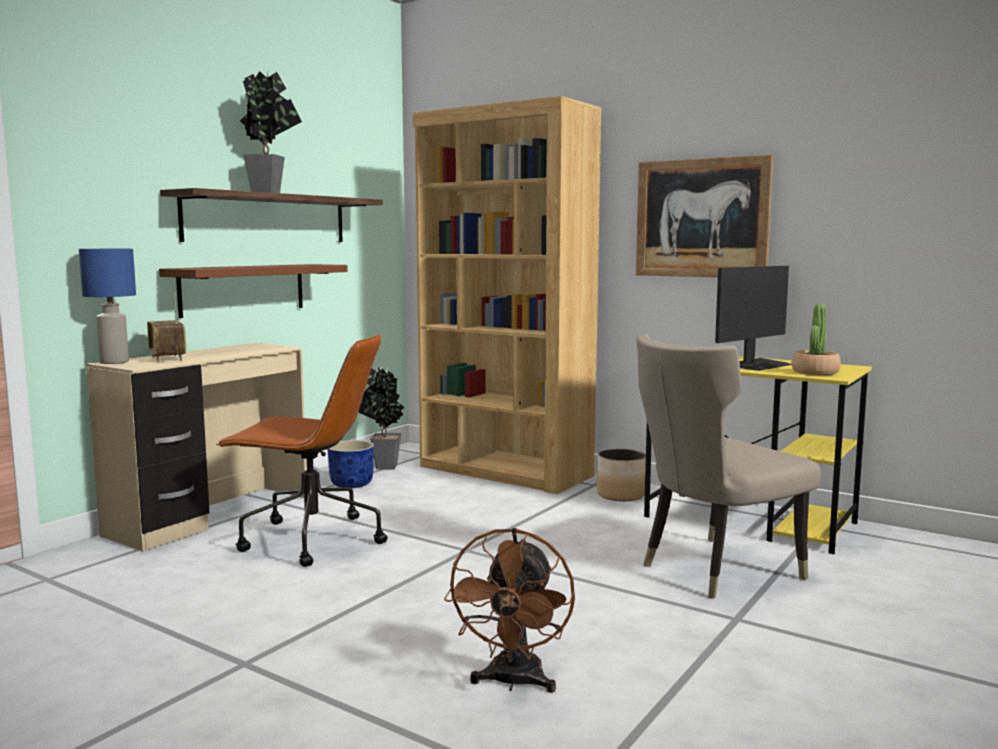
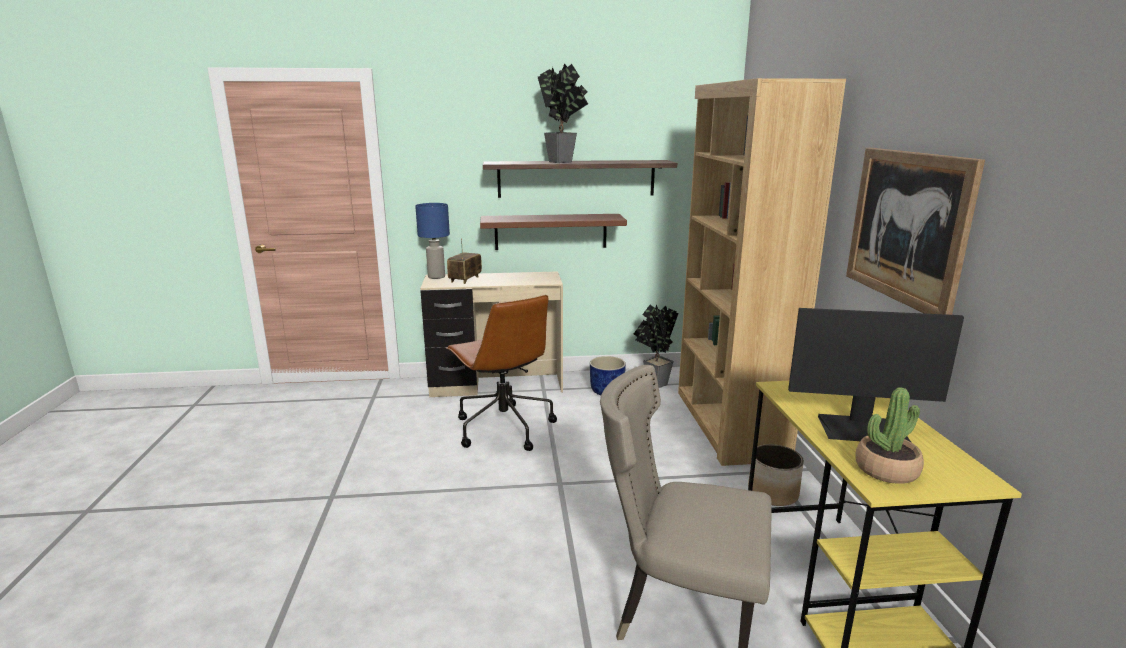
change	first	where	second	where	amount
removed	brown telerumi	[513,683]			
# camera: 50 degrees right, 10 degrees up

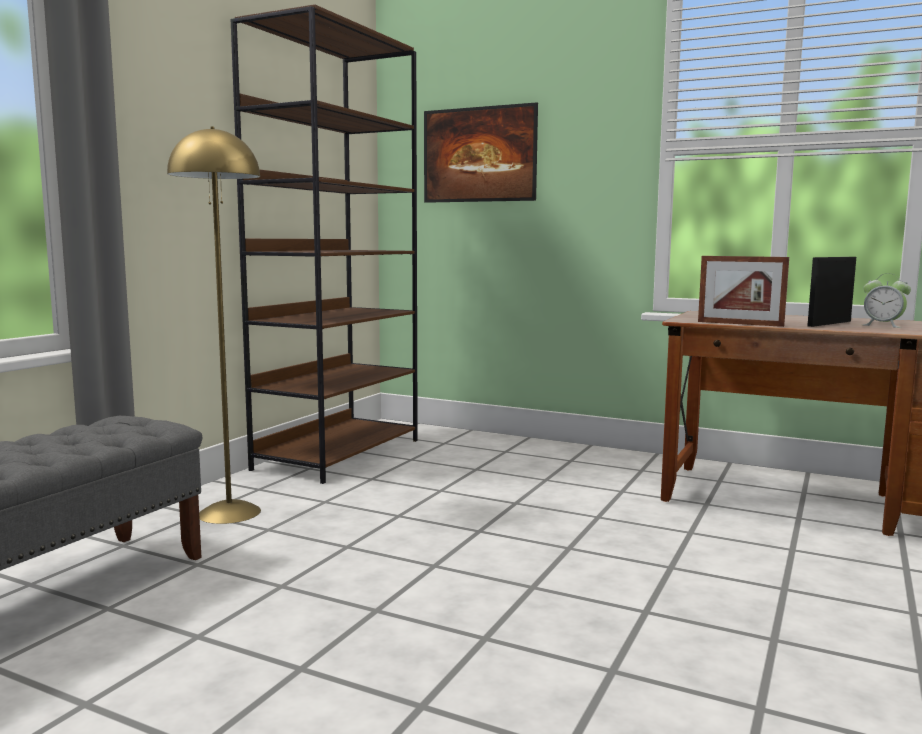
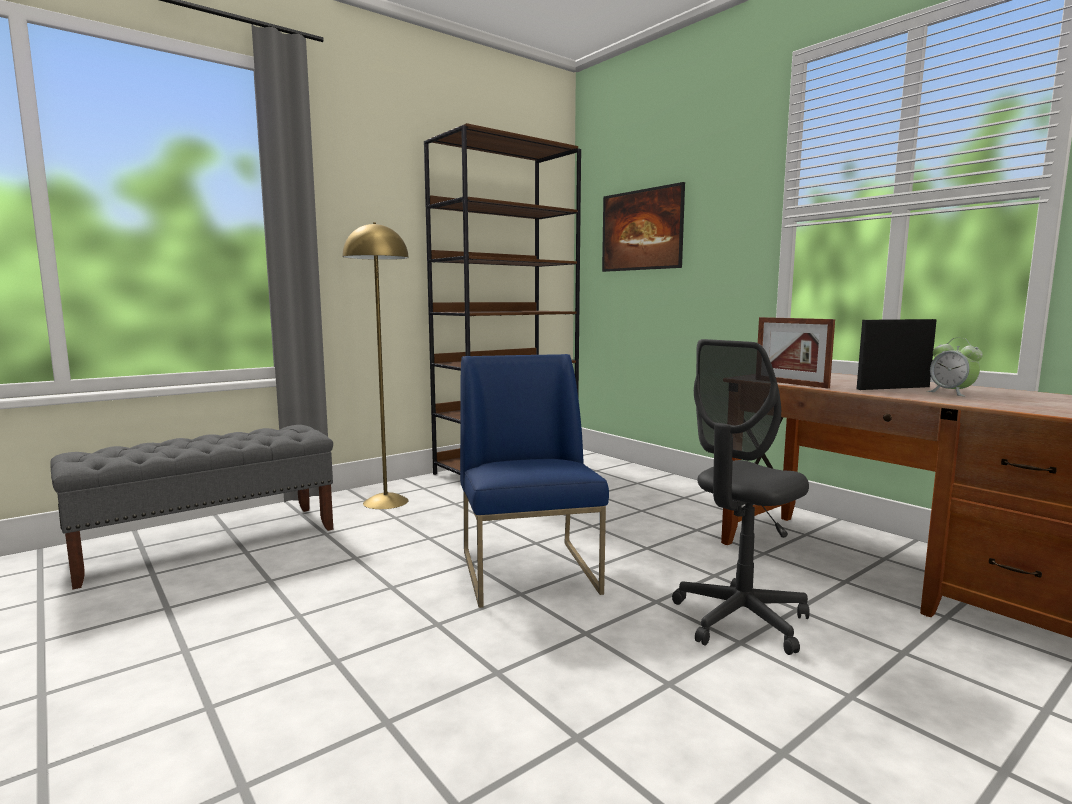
change	first	where	second	where	amount
added			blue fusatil	[530,572]	
added			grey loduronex	[740,620]	
# camera: 25 degrees right, 0 degrees up

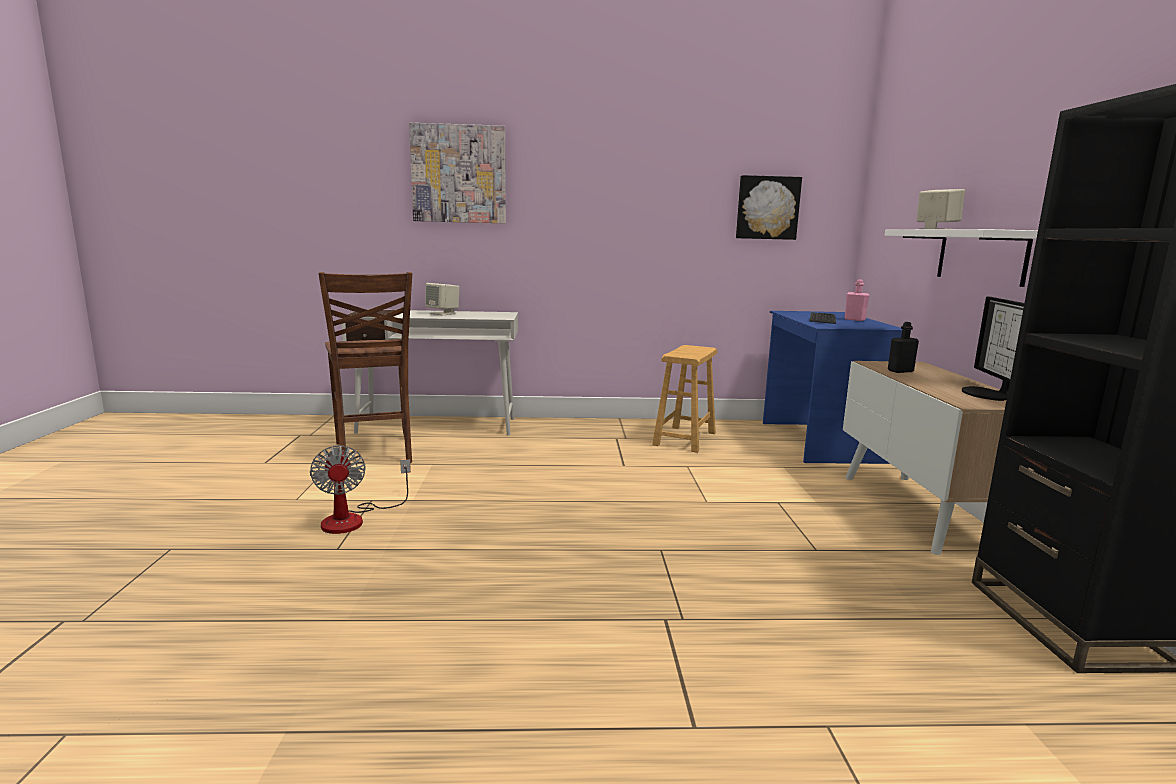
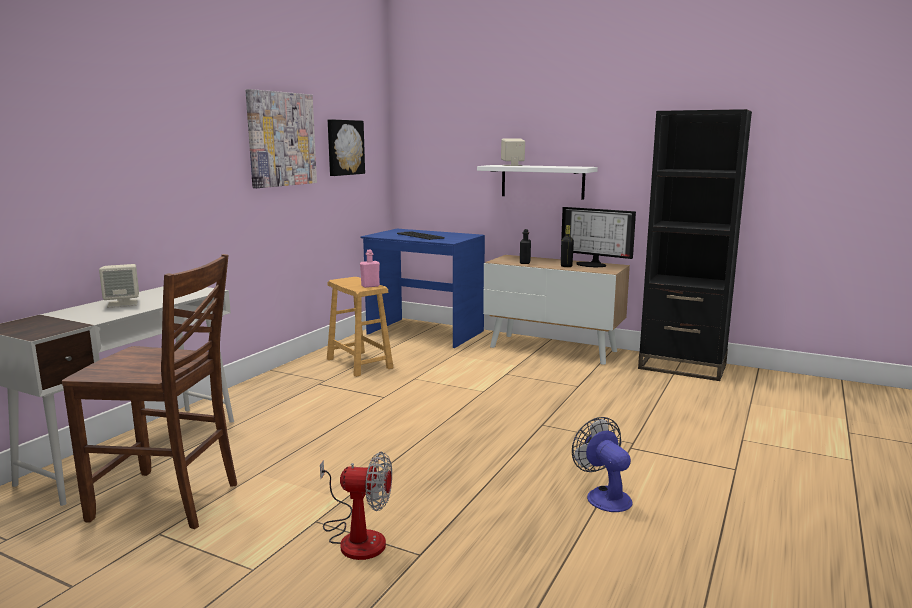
change	first	where	second	where	amount
moved	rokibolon	[459,174]		[281,139]	
moved	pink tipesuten	[854,319]		[370,286]	
added			black tipesuten	[566,266]	
added			telerumi	[604,496]	
# camera: 60 degrees left, 0 degrees up

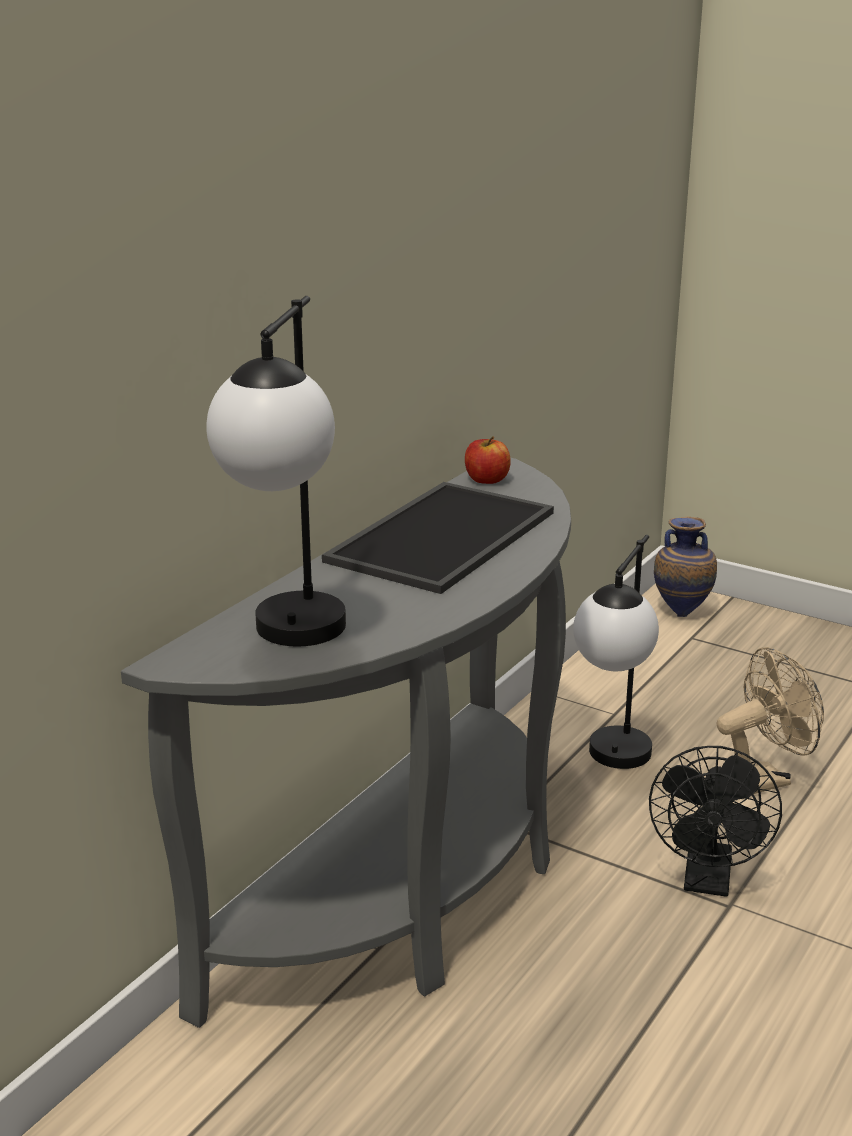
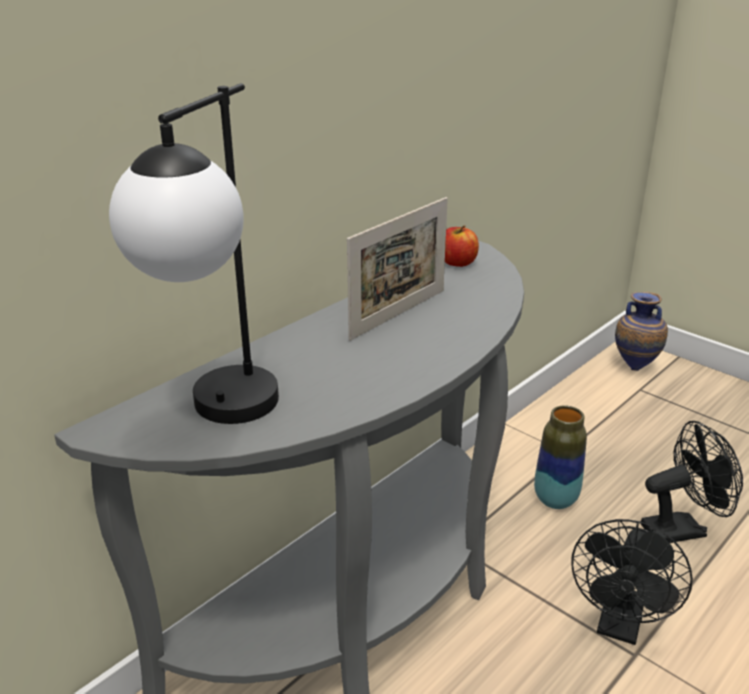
change	first	where	second	where	amount
replaced	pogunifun	[440,535]	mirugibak	[398,314]	
replaced	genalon	[612,765]	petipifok	[555,500]	
recoloured	beige telerumi	[761,780]	black telerumi	[681,529]	
# camera: 10 degrees right, 5 degrees up

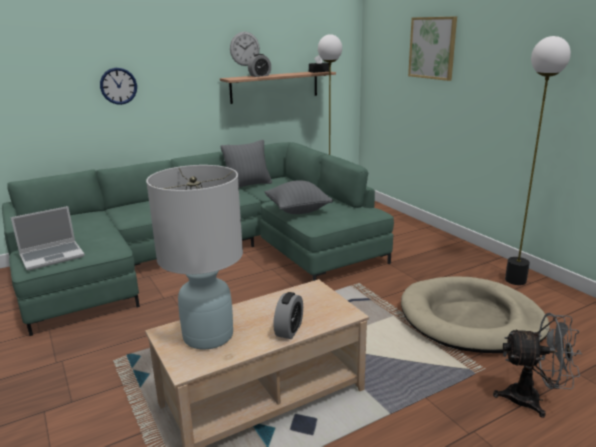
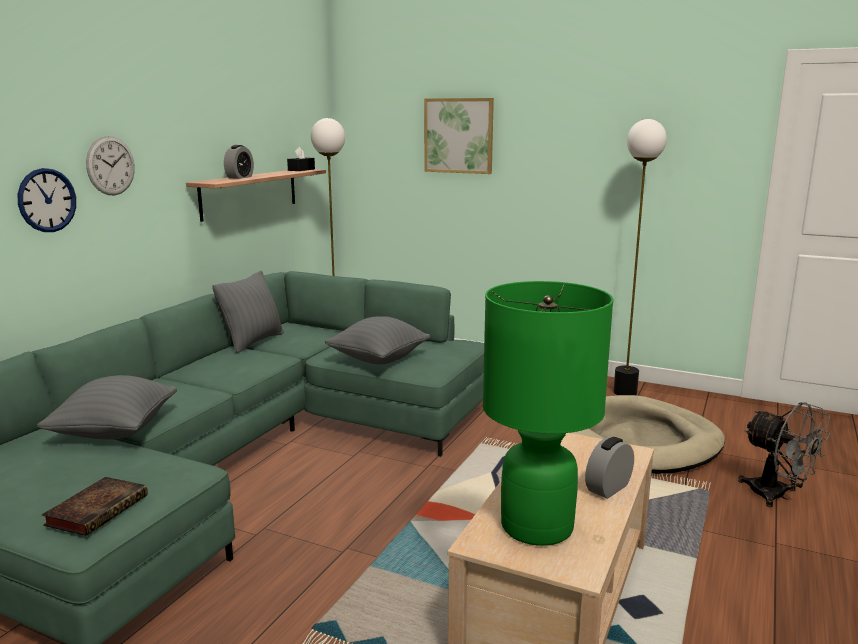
change	first	where	second	where	amount
added			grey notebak	[115,432]	
replaced	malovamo	[53,256]	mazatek	[98,509]	
moved	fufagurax	[244,48]		[110,166]	
recoloured	white genalon	[207,336]	green genalon	[536,527]	
turned	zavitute	[289,330]		[608,488]	120 degrees counterclockwise
turned	grey telerumi	[532,399]		[777,496]	75 degrees clockwise
# camera: 35 degrees left, 5 degrees down

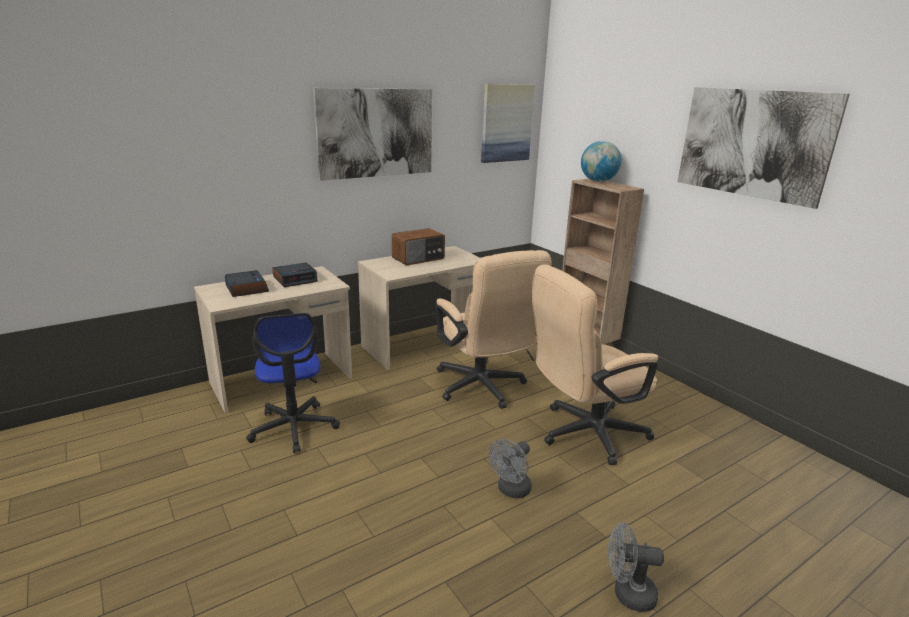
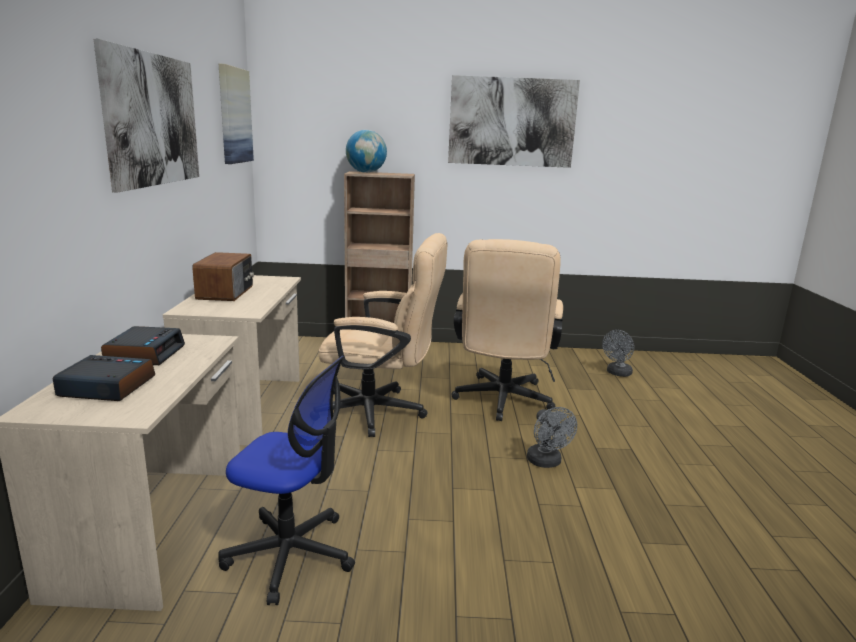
change	first	where	second	where	amount
moved	grey telerumi	[627,594]		[617,373]	
# camera: 55 degrees left, 5 degrees down

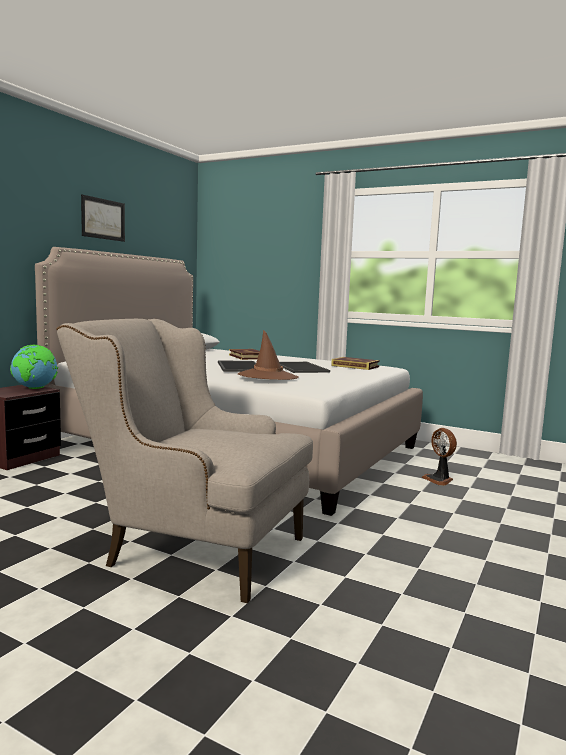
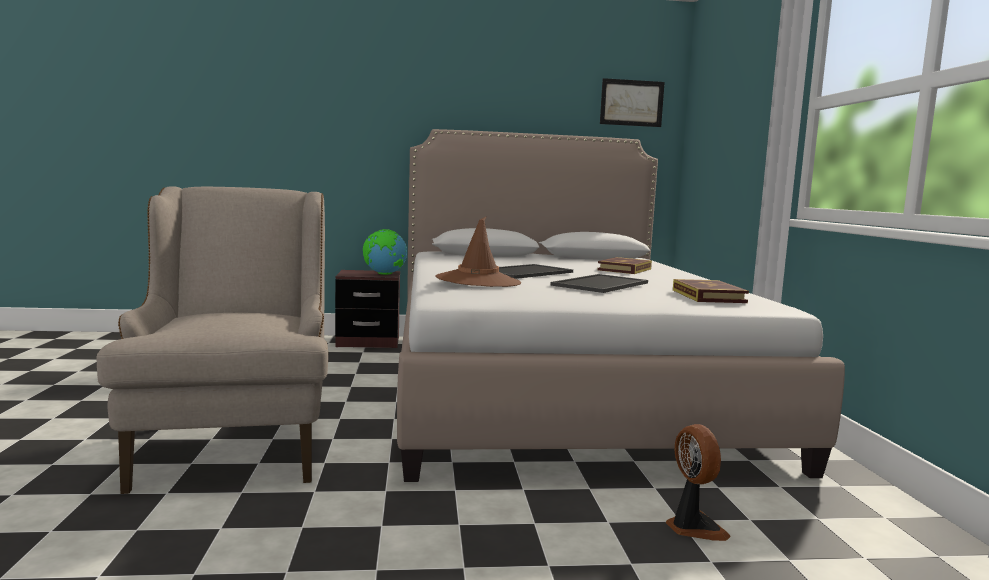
change	first	where	second	where	amount
moved	rokibolon	[103,219]		[631,103]	
turned	telerumi	[439,480]		[693,527]	135 degrees clockwise
# camera: 55 degrees right, 0 degrees up

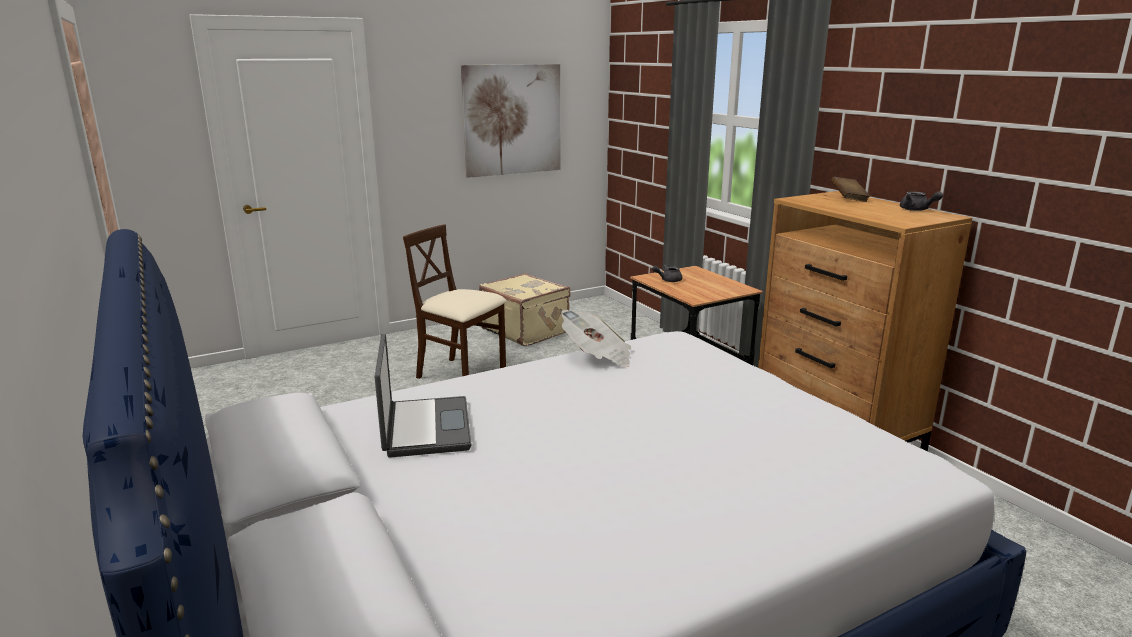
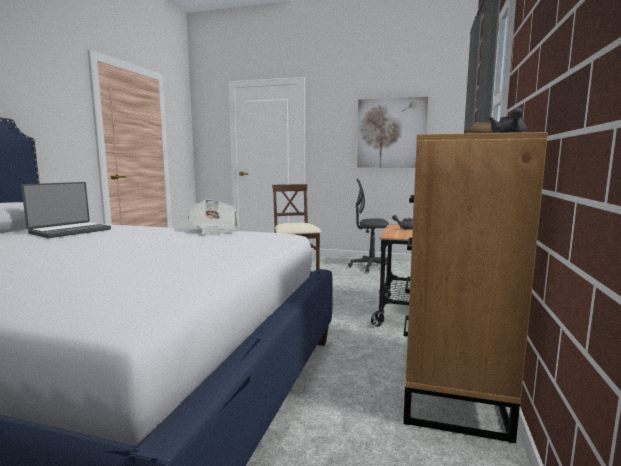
change	first	where	second	where	amount
replaced	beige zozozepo	[525,330]	grey loduronex	[370,267]	
# camera: 45 degrees right, 10 degrees down

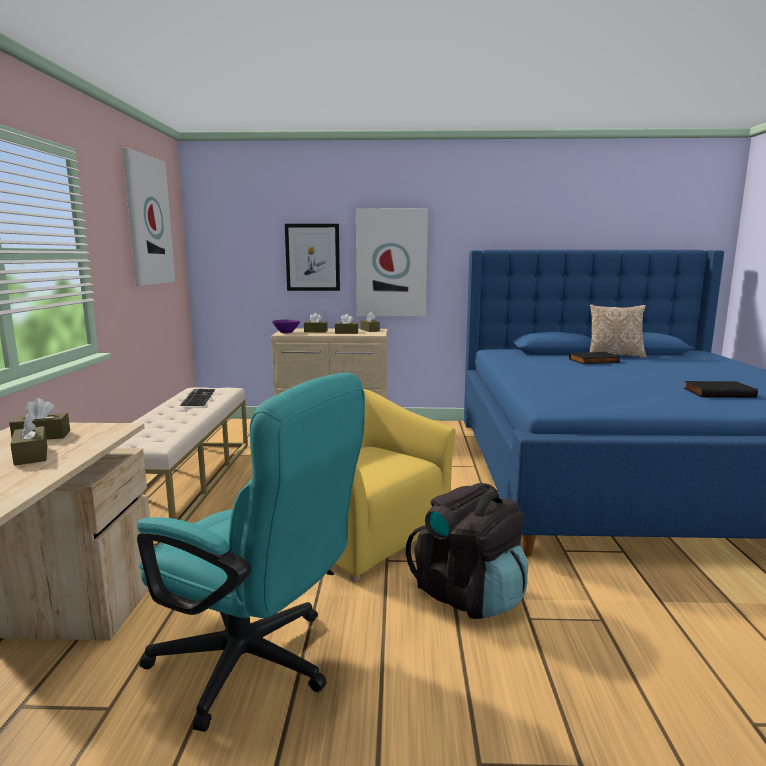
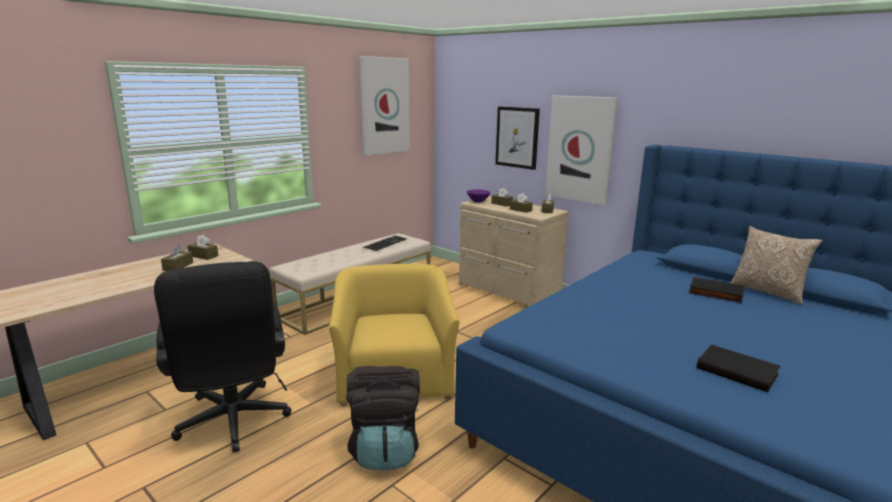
change	first	where	second	where	amount
recoloured	turquoise loduronex	[257,665]	black loduronex	[233,424]	
# camera: 40 degrees right, 5 degrees up

